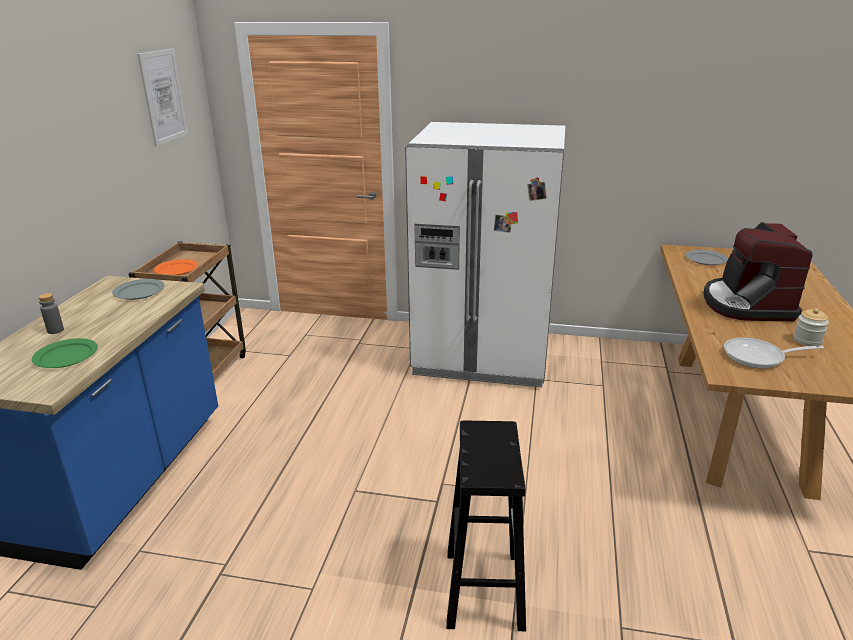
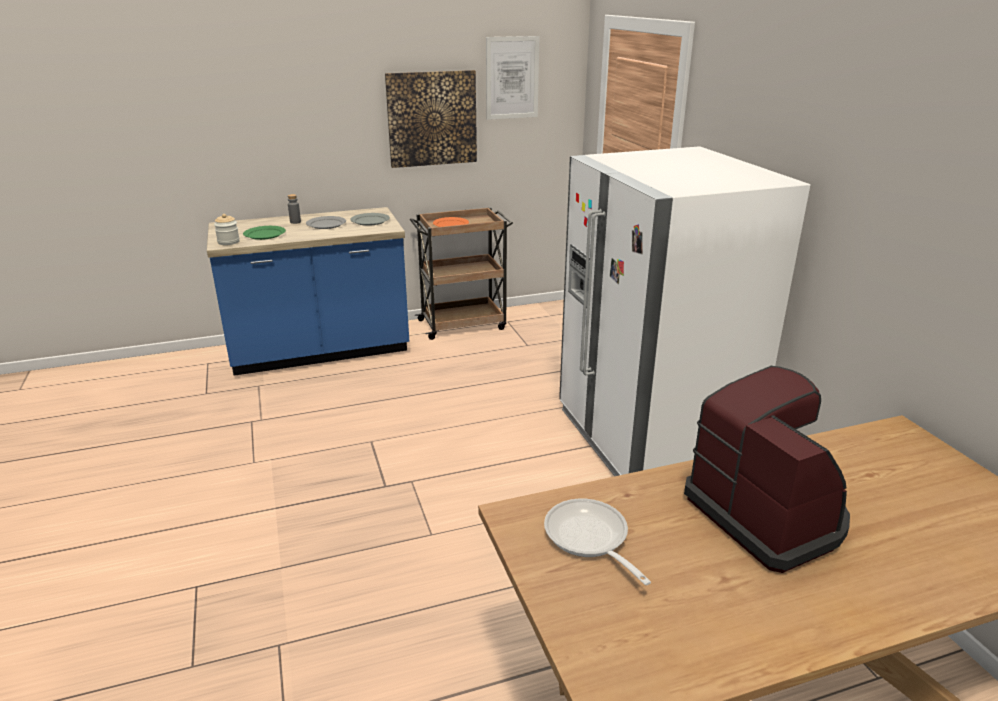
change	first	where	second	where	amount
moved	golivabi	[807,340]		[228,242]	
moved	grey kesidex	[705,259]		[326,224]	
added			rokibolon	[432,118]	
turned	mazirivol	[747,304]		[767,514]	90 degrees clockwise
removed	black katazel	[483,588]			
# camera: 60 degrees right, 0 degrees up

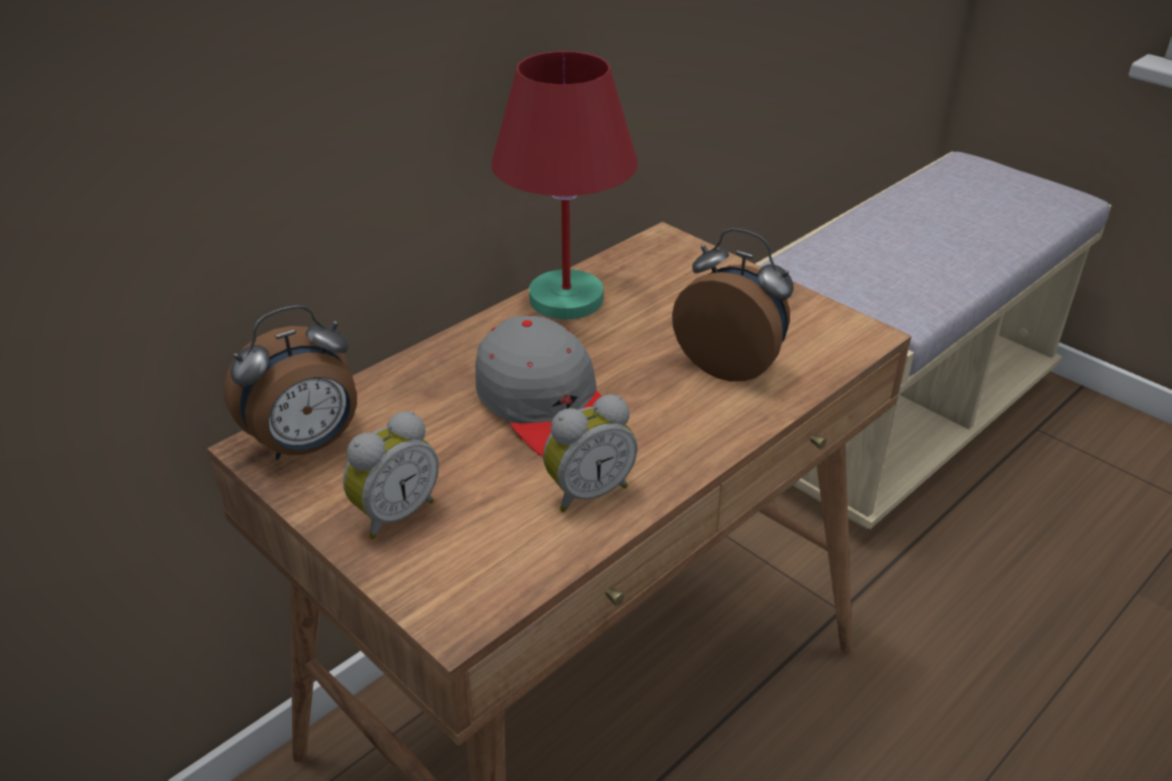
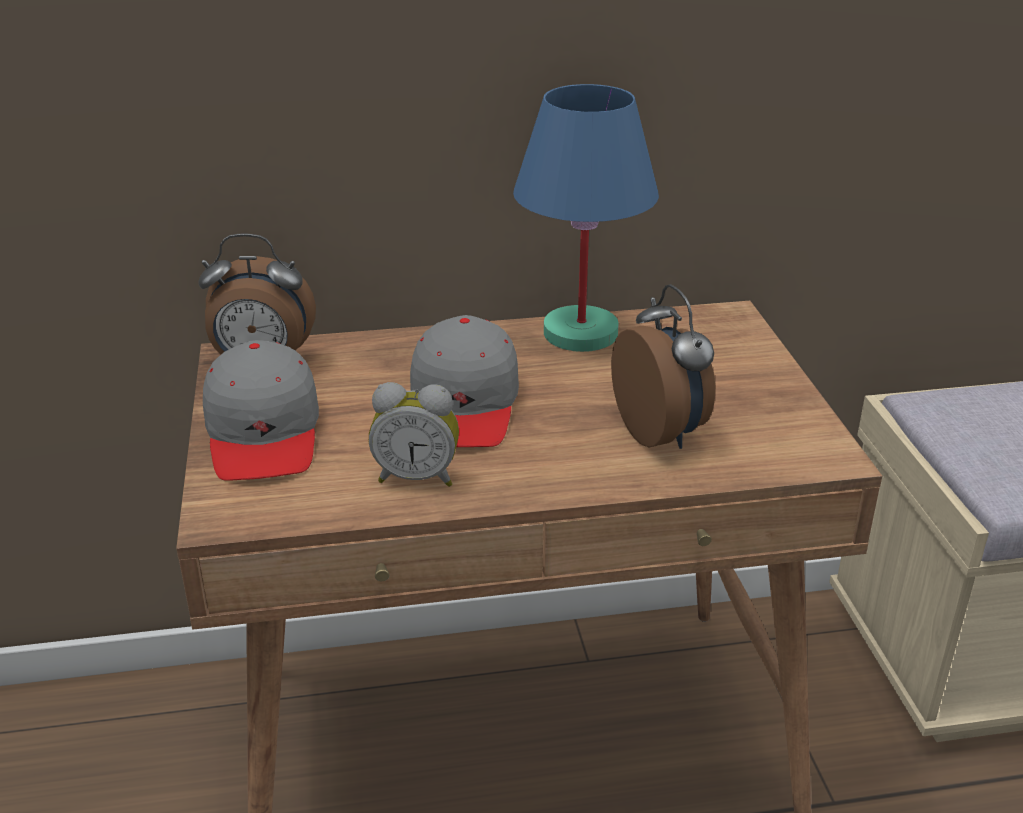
change	first	where	second	where	amount
replaced	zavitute	[394,513]	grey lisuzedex	[264,432]	
recoloured	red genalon	[566,300]	blue genalon	[580,334]	
# camera: 35 degrees right, 5 degrees down

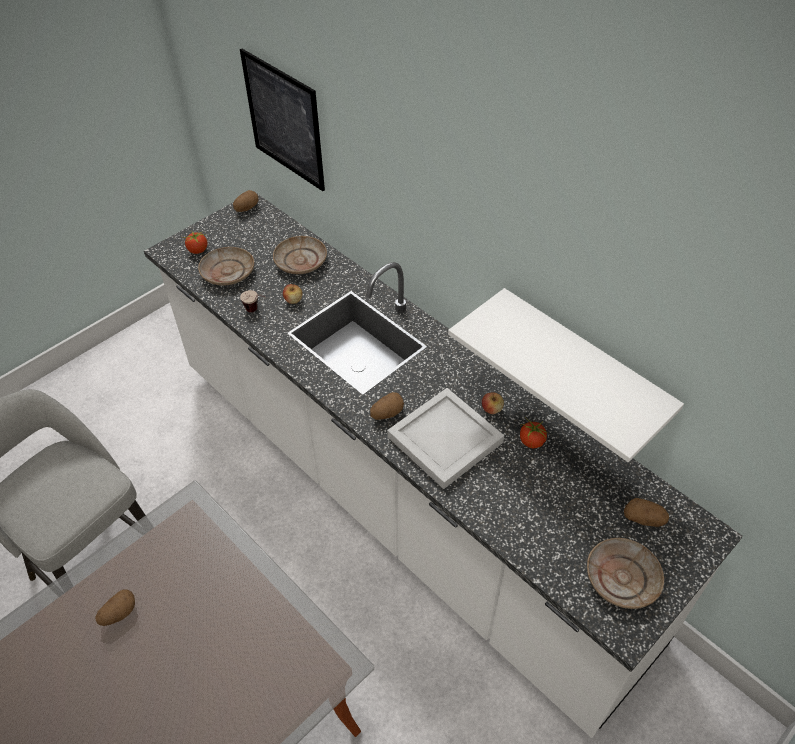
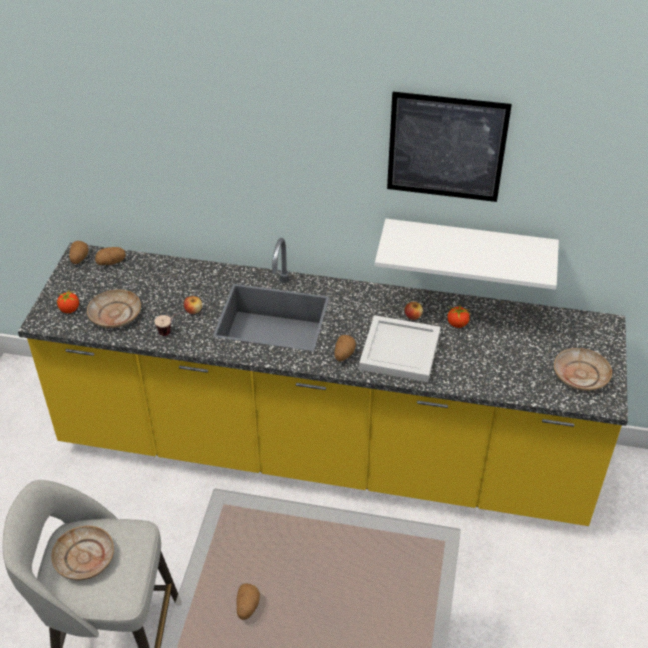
change	first	where	second	where	amount
recoloured	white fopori	[399,497]	yellow fopori	[324,453]	
moved	beige kesidex	[300,261]		[84,558]	
moved	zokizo	[643,519]		[111,262]	
moved	rokibolon	[284,120]		[446,147]	
# camera: 35 degrees left, 5 degrees down

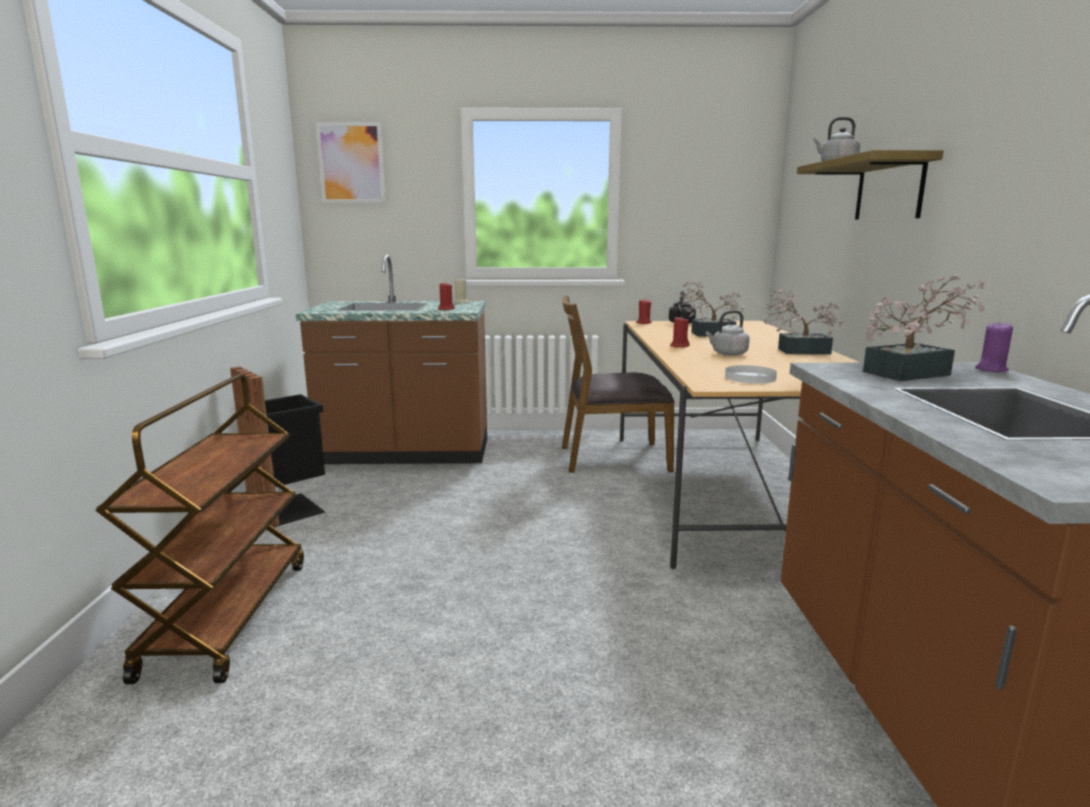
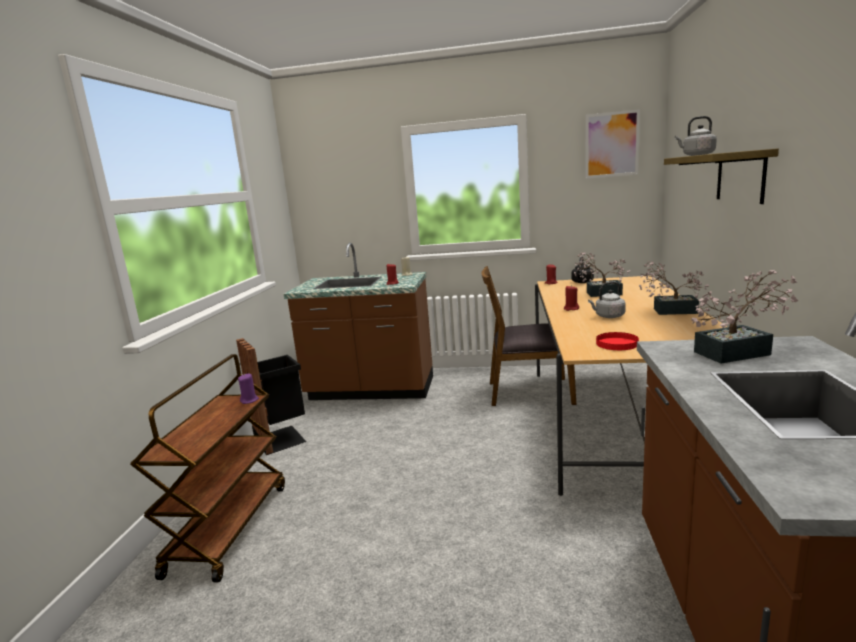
change	first	where	second	where	amount
moved	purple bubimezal	[991,369]		[249,400]	
moved	rokibolon	[351,163]		[611,144]	
recoloured	white kesidex	[750,378]	red kesidex	[617,344]	
# camera: 10 degrees right, 0 degrees up

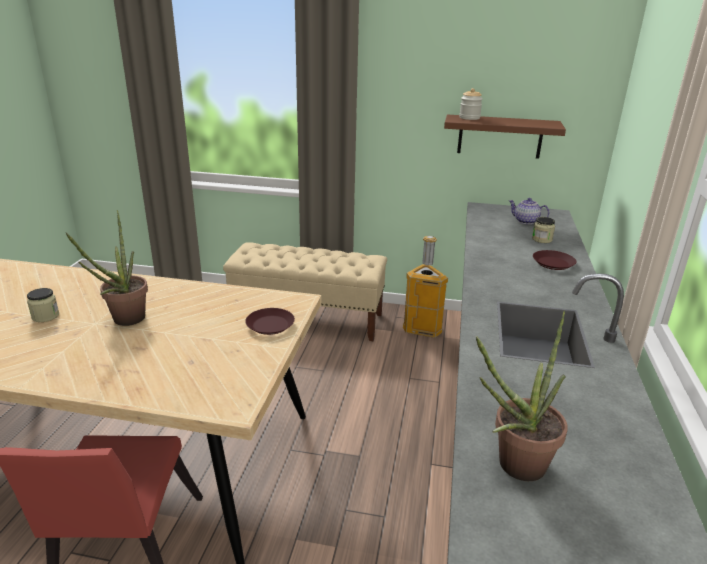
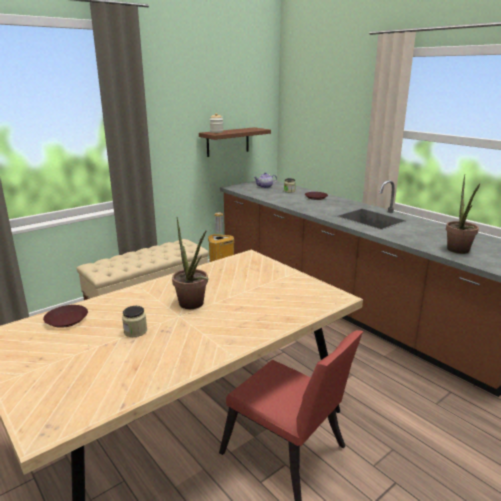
change	first	where	second	where	amount
moved	brown kesidex	[271,325]		[67,319]	
# camera: 50 degrees left, 5 degrees down

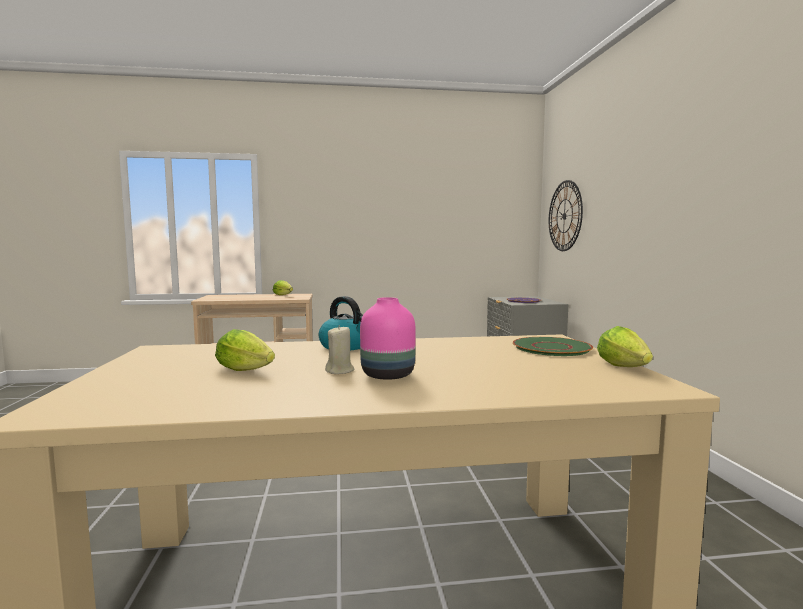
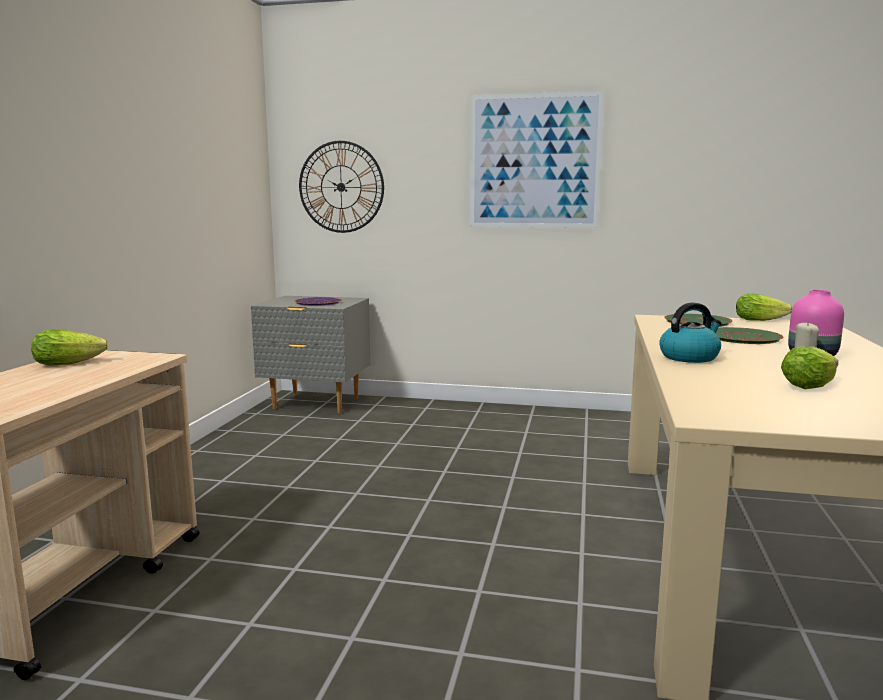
change	first	where	second	where	amount
added			rokibolon	[534,161]	
added			green kesidex	[743,337]	
# camera: 70 degrees left, 5 degrees up

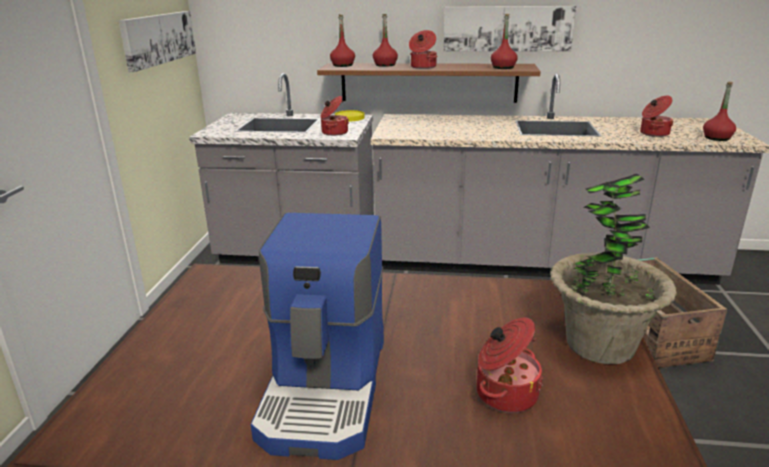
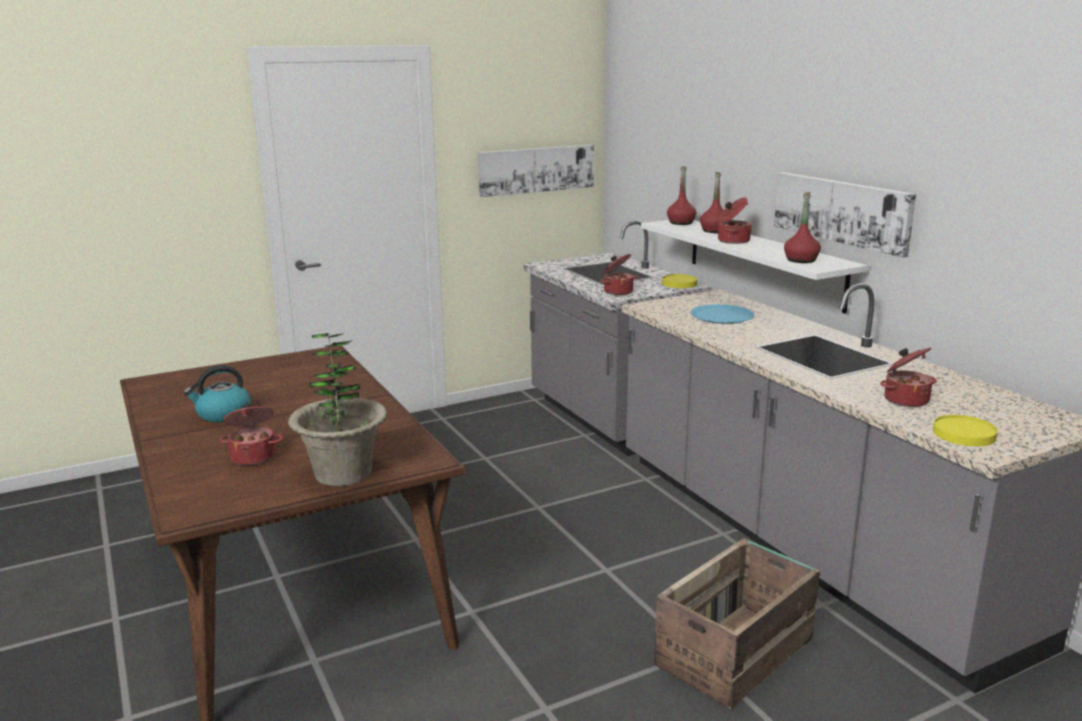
change	first	where	second	where	amount
replaced	mazirivol	[327,389]	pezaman	[223,414]	
recoloured	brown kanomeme	[428,82]	white kanomeme	[763,262]	
added			blue kesidex	[722,316]	
replaced	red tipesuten	[717,138]	yellow kesidex	[963,434]	
# camera: 55 degrees right, 5 degrees down

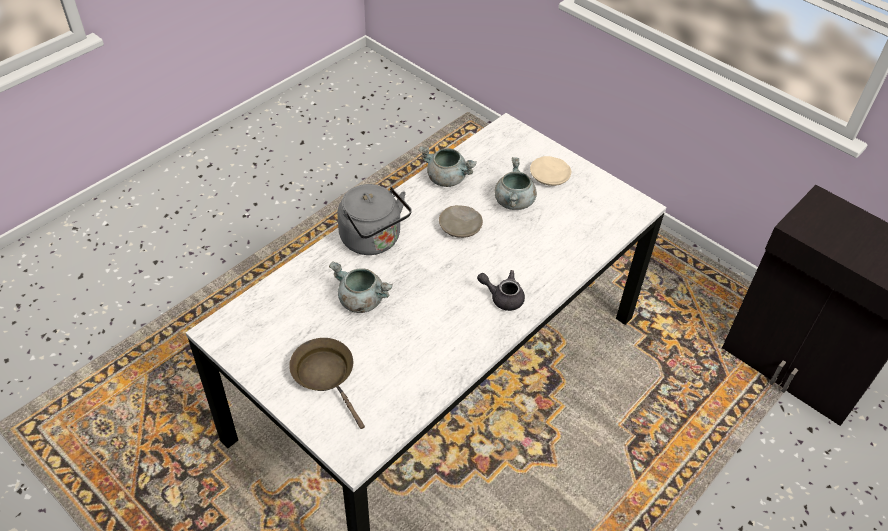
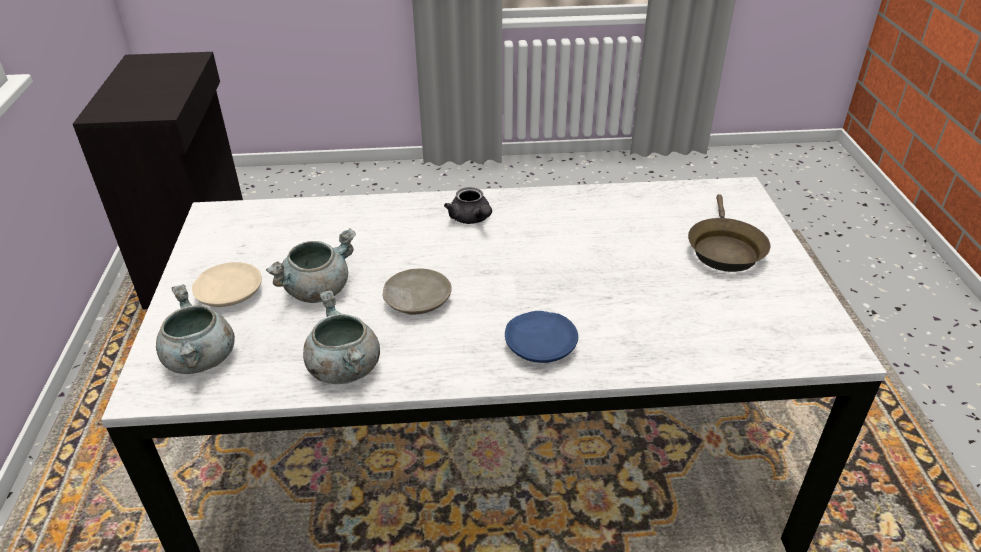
change	first	where	second	where	amount
moved	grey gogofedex	[361,301]		[201,359]	
replaced	grey pezaman	[373,240]	blue kesidex	[541,345]	
# camera: 135 degrees left, 10 degrees down

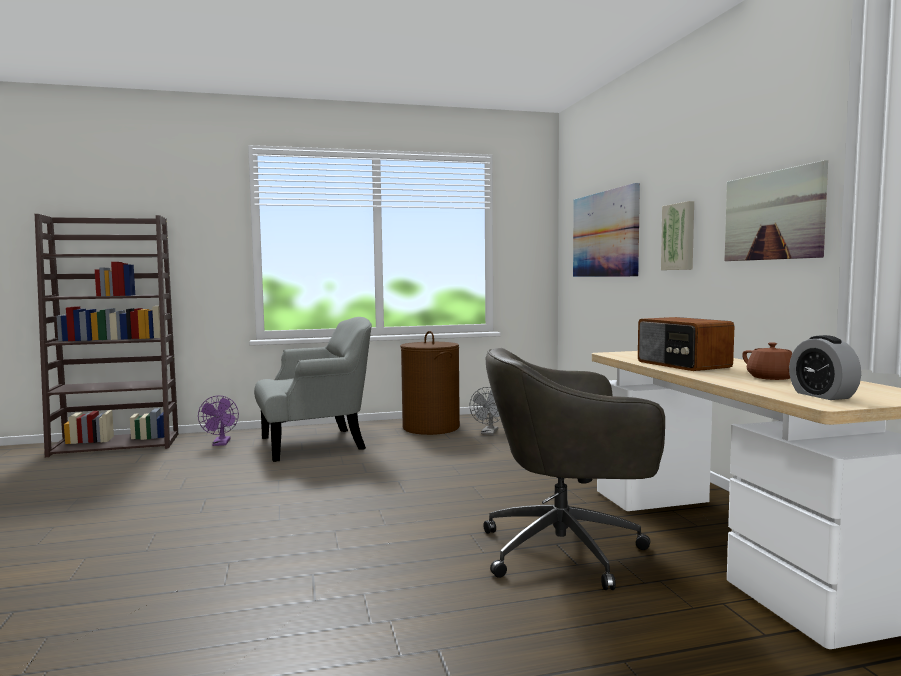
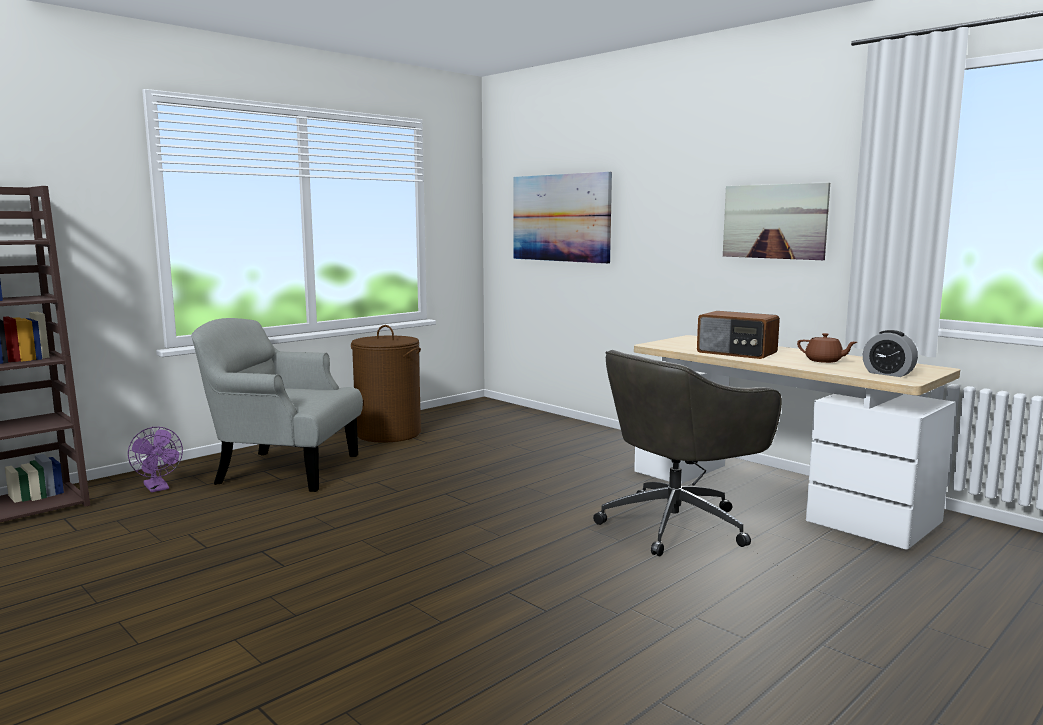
change	first	where	second	where	amount
turned	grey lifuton	[315,443]		[284,469]	120 degrees counterclockwise
removed	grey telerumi	[489,433]			
removed	rokibolon	[679,237]			
# camera: 30 degrees left, 5 degrees up

